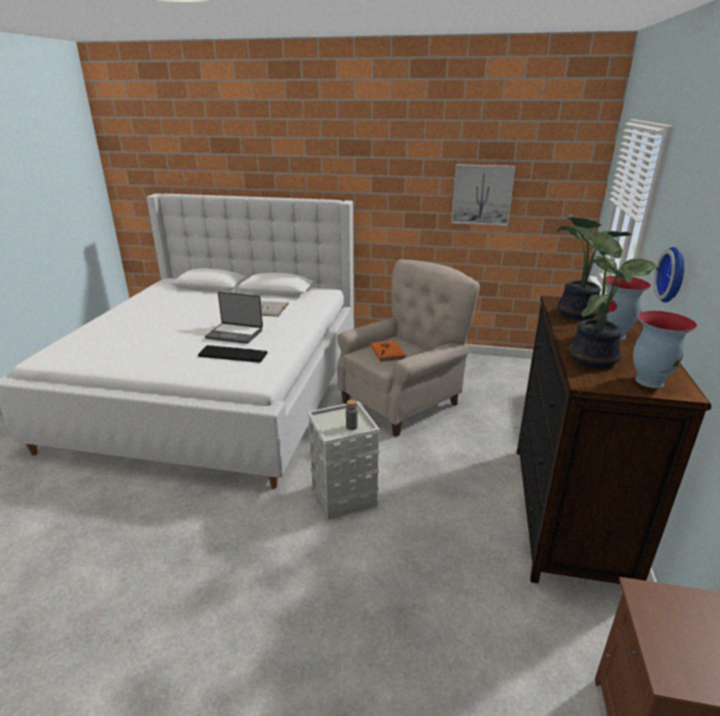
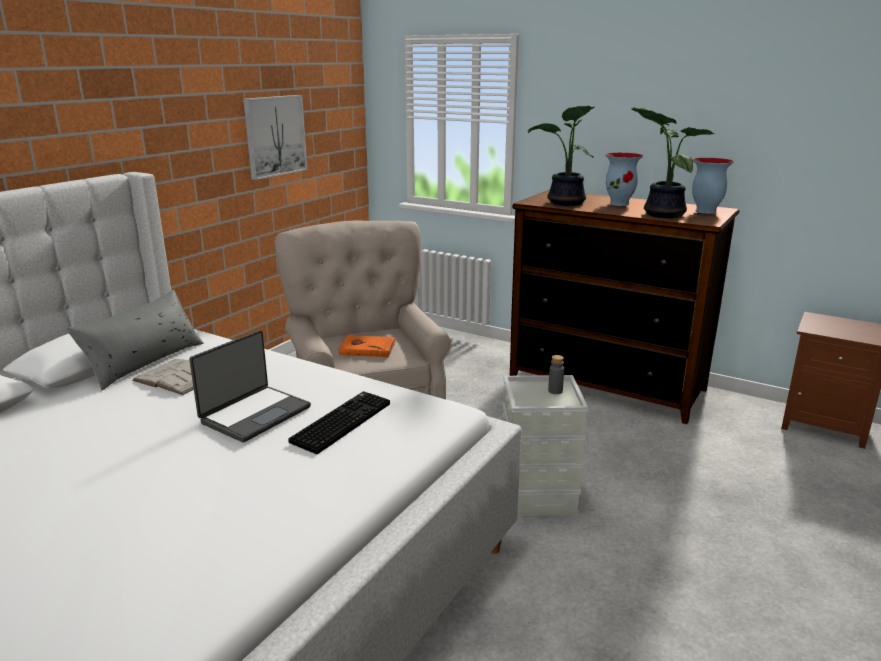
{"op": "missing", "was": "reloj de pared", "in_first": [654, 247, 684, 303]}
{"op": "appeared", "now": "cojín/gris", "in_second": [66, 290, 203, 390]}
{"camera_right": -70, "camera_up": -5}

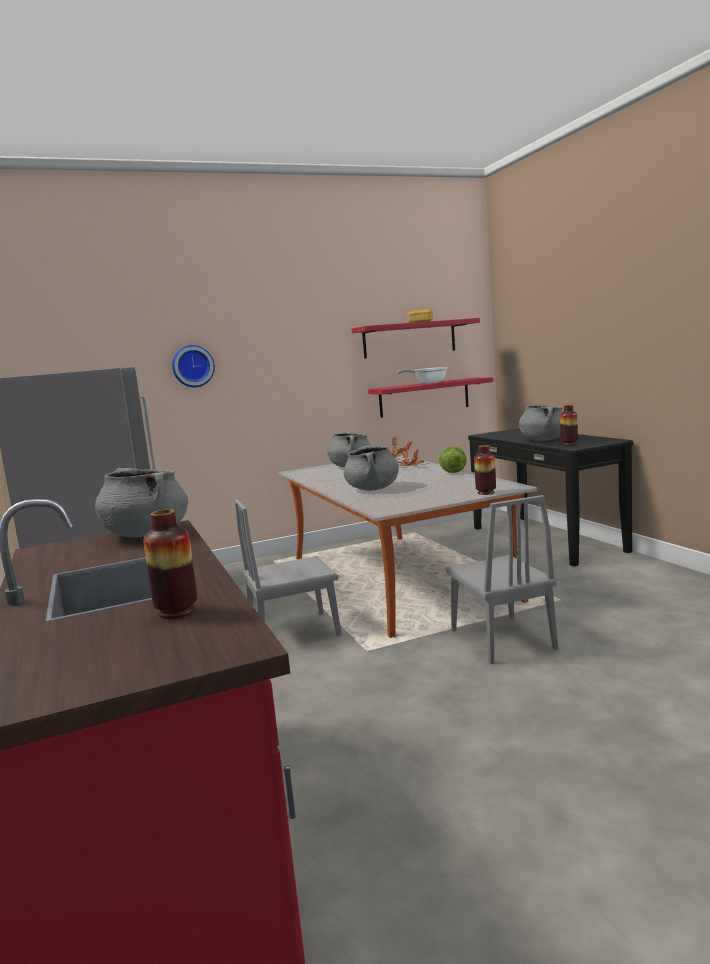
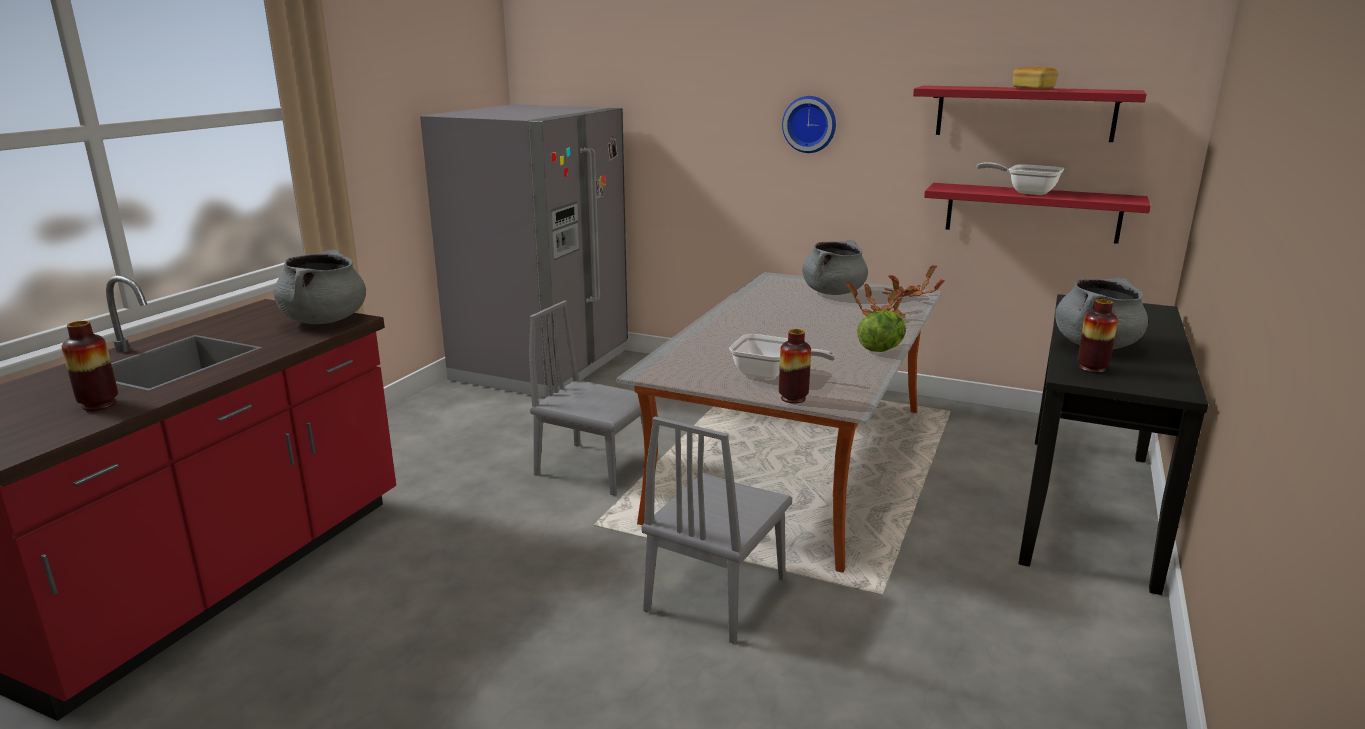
{"op": "missing", "was": "olla/gris", "in_first": [344, 445, 399, 491]}
{"op": "appeared", "now": "sartén", "in_second": [729, 334, 836, 379]}
{"op": "relocated", "was": "reloj de pared", "in_first": [172, 345, 215, 387], "in_second": [782, 96, 836, 153]}
{"camera_right": 45, "camera_up": 10}

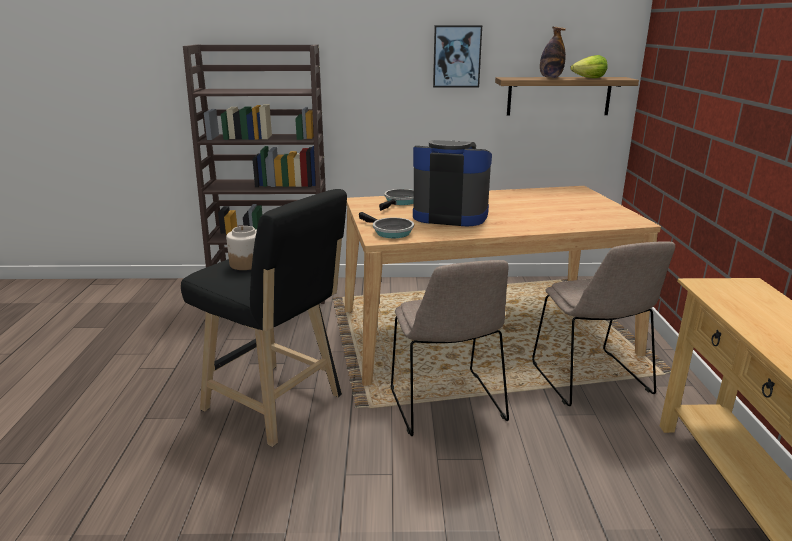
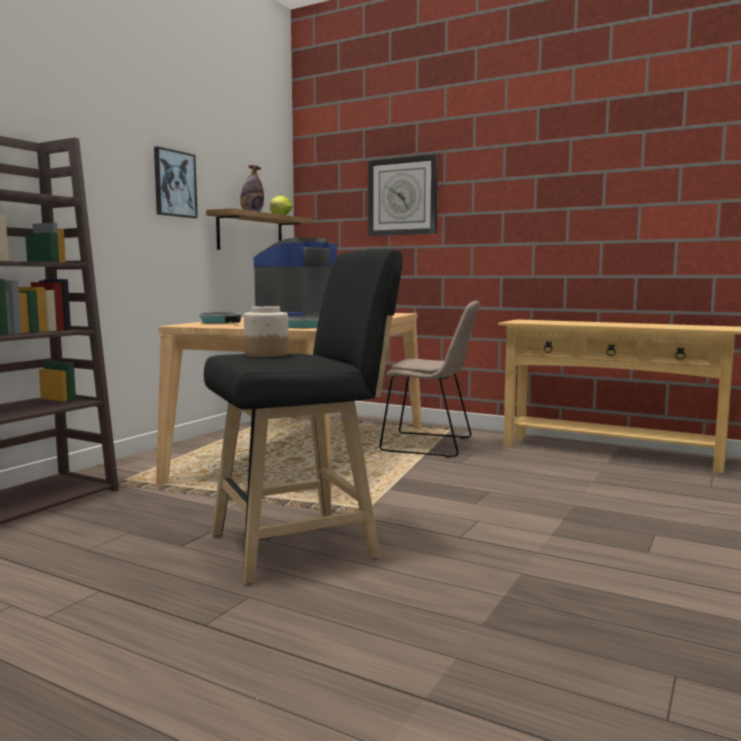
{"op": "missing", "was": "silla/beis", "in_first": [391, 260, 509, 436]}
{"op": "appeared", "now": "reloj de pared", "in_second": [368, 154, 438, 236]}
{"camera_right": -60, "camera_up": -15}

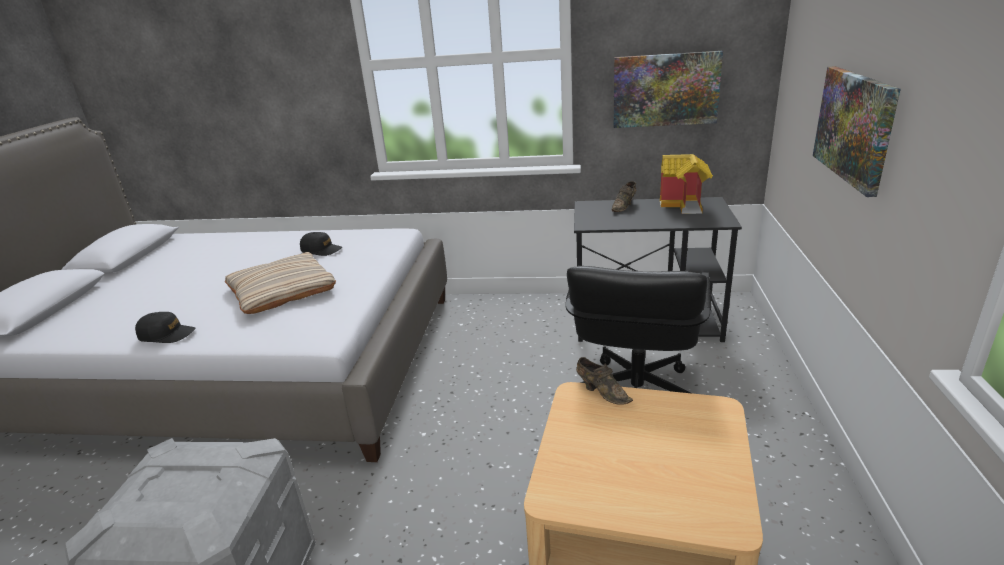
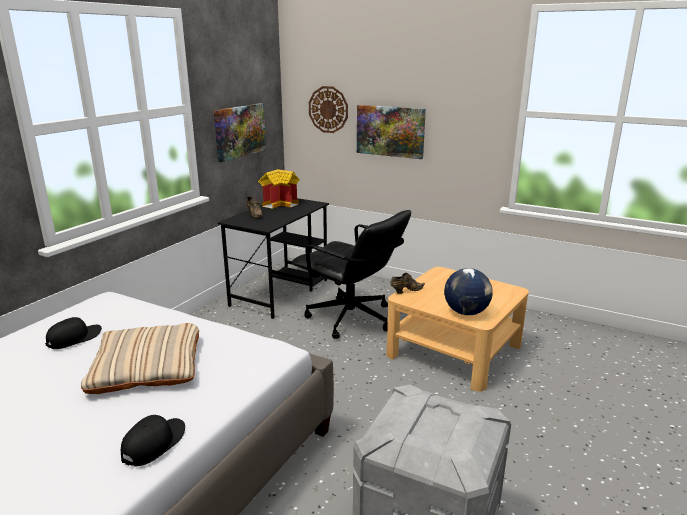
{"op": "appeared", "now": "reloj de pared", "in_second": [309, 86, 348, 133]}
{"op": "appeared", "now": "globo terráqueo", "in_second": [444, 268, 492, 315]}
{"camera_right": -70, "camera_up": -5}

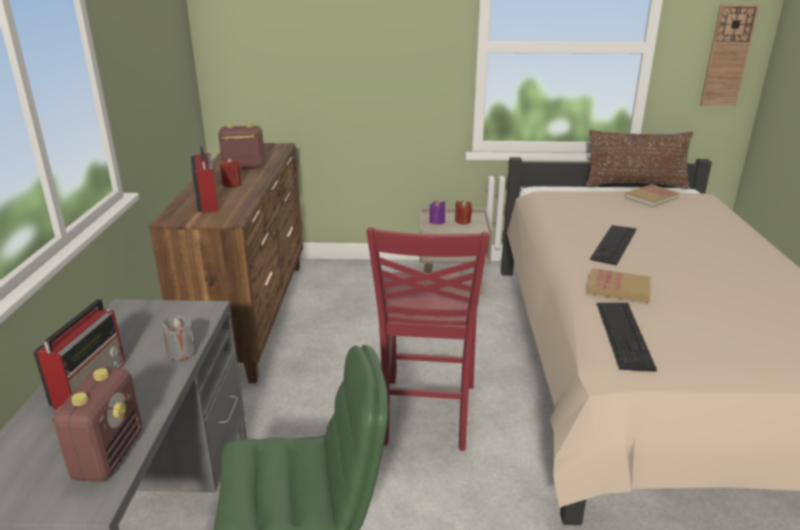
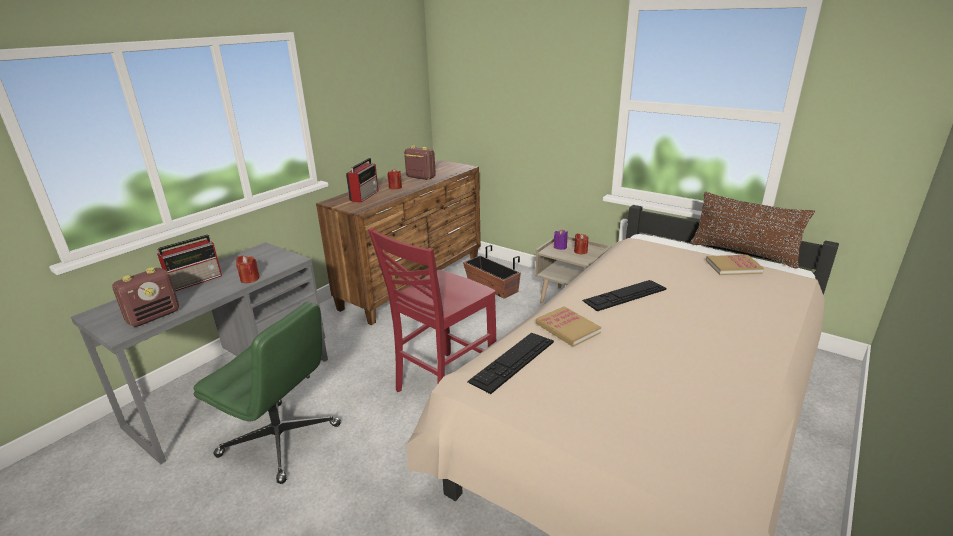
{"op": "missing", "was": "reloj de pared", "in_first": [700, 4, 759, 106]}
{"op": "appeared", "now": "maceta", "in_second": [463, 245, 521, 299]}
{"op": "colour", "was": "vela/gris", "now": "vela/rojo", "in_first": [162, 315, 197, 361], "in_second": [236, 255, 260, 283]}
{"camera_right": 35, "camera_up": 0}

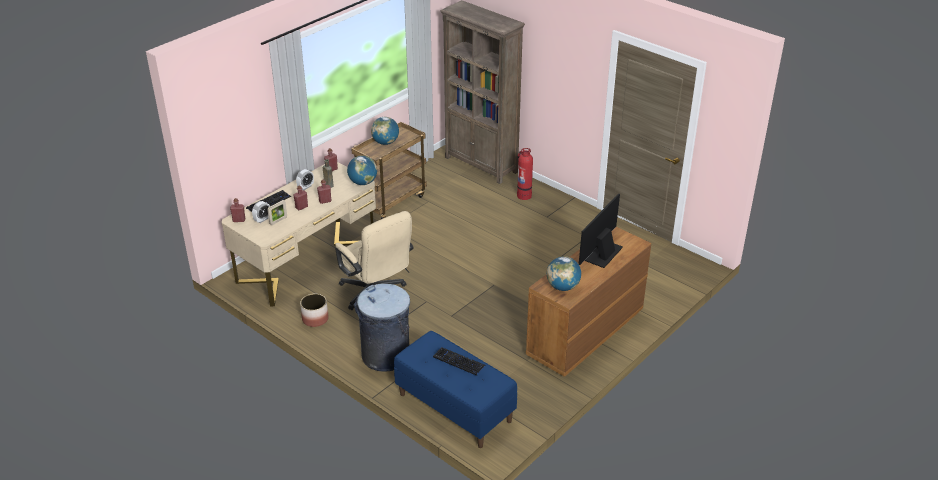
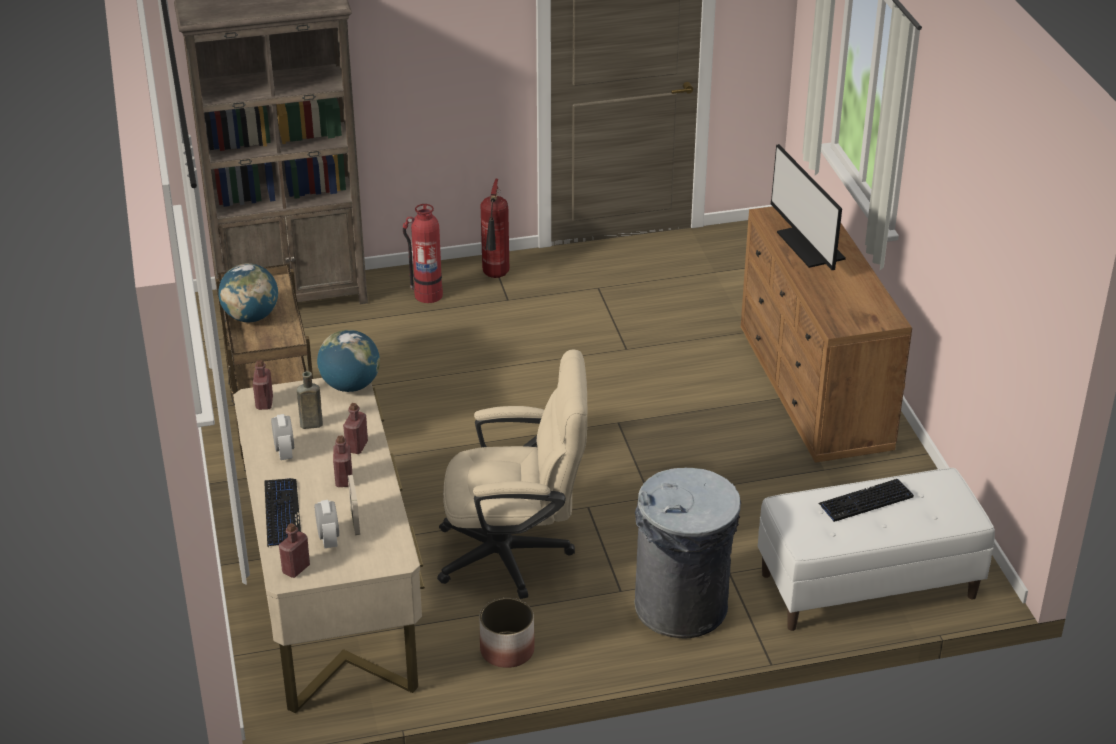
{"op": "missing", "was": "globo terráqueo", "in_first": [547, 256, 581, 291]}
{"op": "appeared", "now": "extintor", "in_second": [481, 179, 509, 278]}
{"op": "colour", "was": "banco/azul", "now": "banco/blanco", "in_first": [394, 331, 518, 448], "in_second": [758, 468, 995, 631]}
{"camera_right": -55, "camera_up": 0}

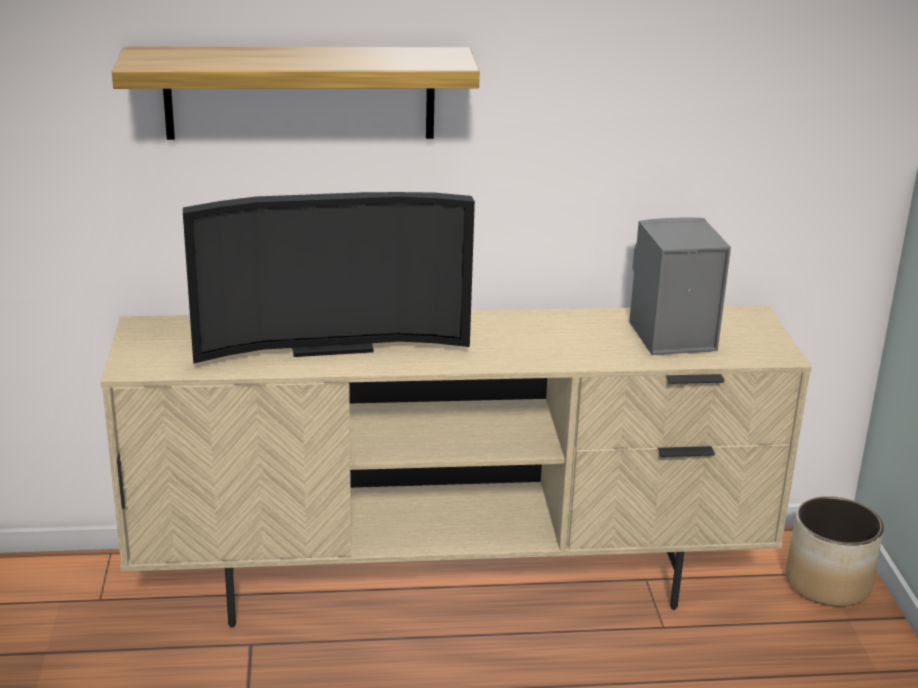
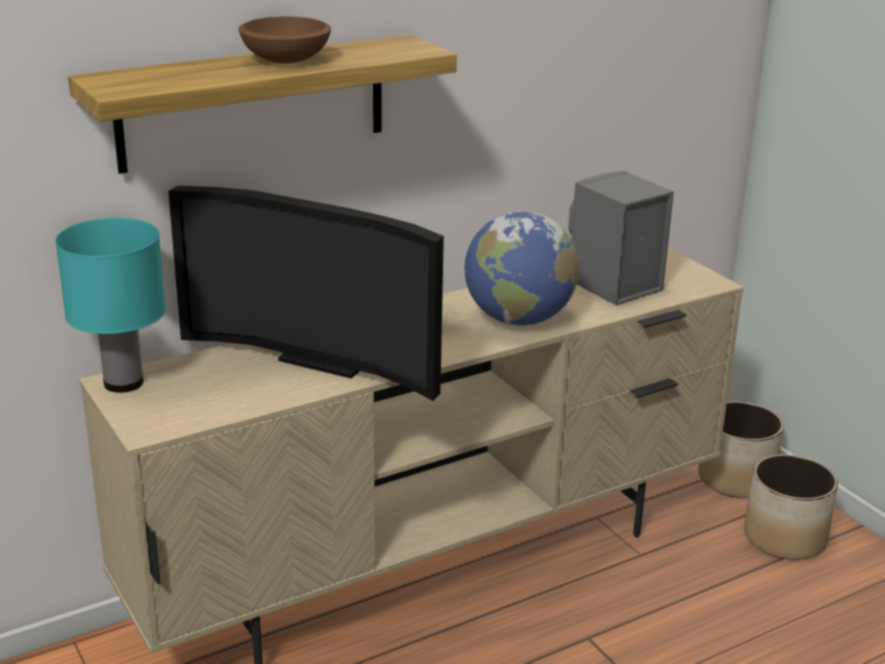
{"op": "appeared", "now": "lámpara de mesa/turquesa", "in_second": [55, 218, 166, 393]}
{"op": "appeared", "now": "cuenco/marrón", "in_second": [238, 17, 331, 64]}
{"op": "appeared", "now": "globo terráqueo", "in_second": [465, 211, 579, 326]}
{"op": "appeared", "now": "maceta", "in_second": [744, 454, 838, 560]}
{"op": "spun", "was": "televisor", "in_first": [183, 192, 475, 364], "in_second": [168, 186, 444, 401], "clockwise": 60}
{"camera_right": -25, "camera_up": 0}

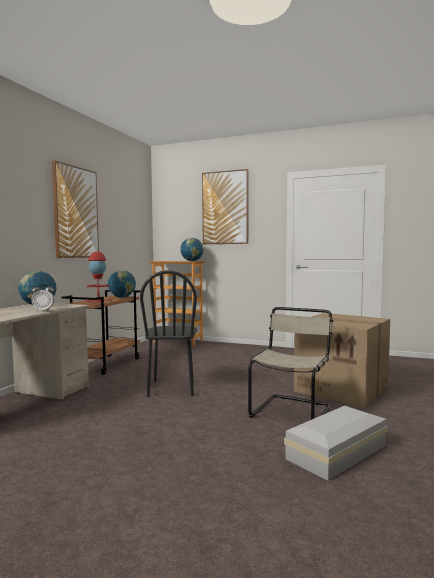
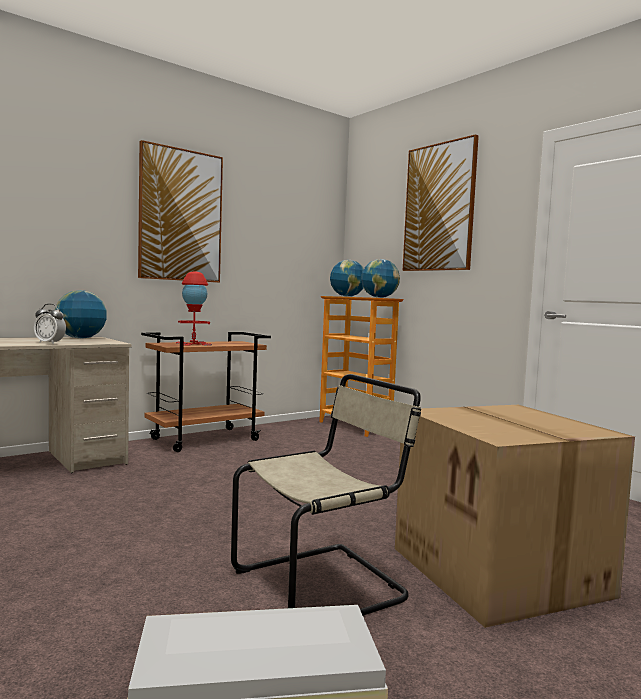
{"op": "missing", "was": "silla/negro", "in_first": [140, 270, 197, 397]}
{"op": "relocated", "was": "globo terráqueo", "in_first": [108, 270, 136, 298], "in_second": [330, 260, 364, 297]}
{"camera_right": 30, "camera_up": 0}

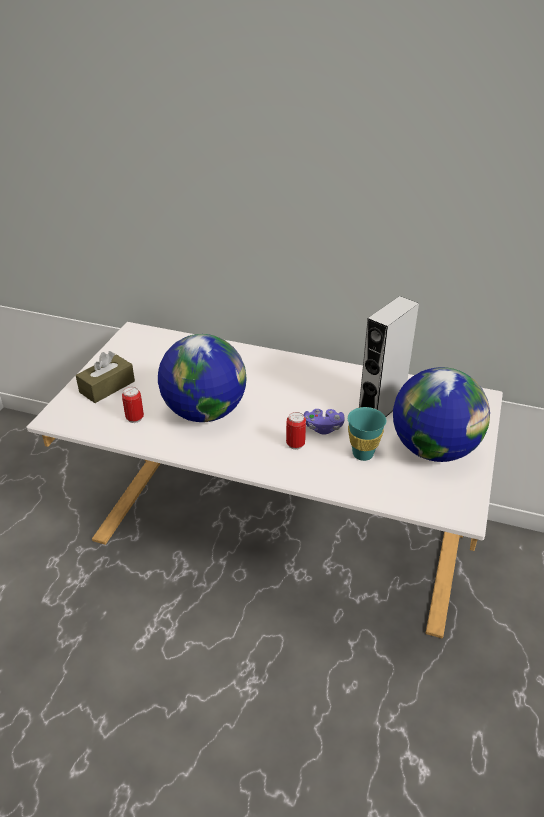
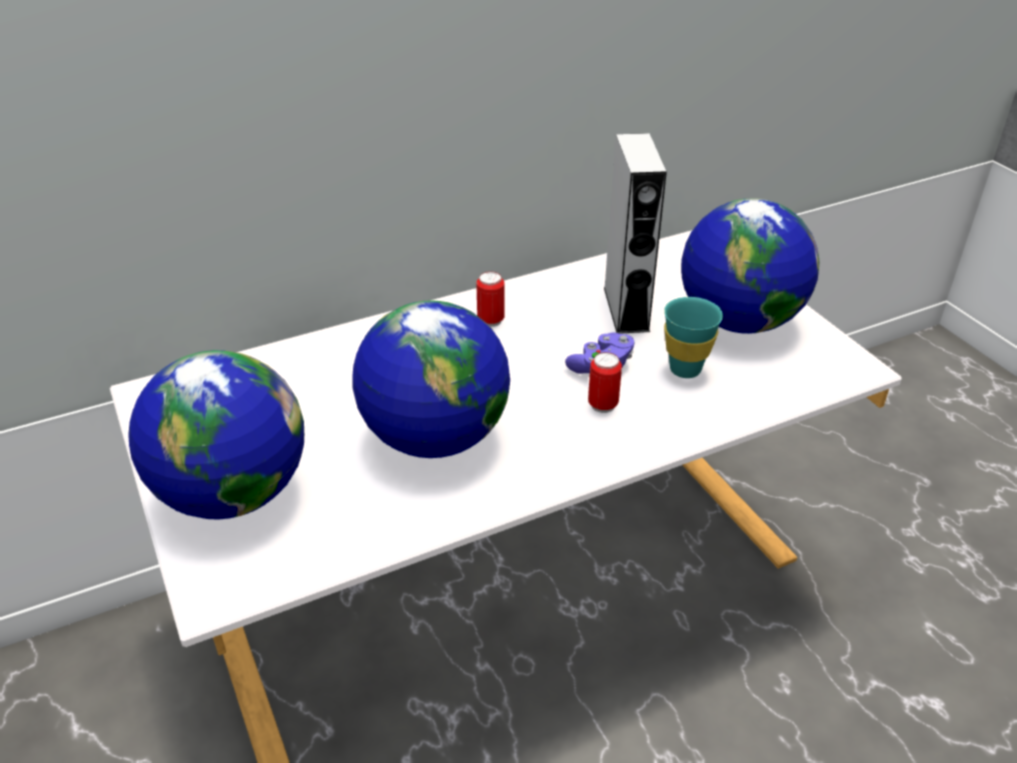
{"op": "relocated", "was": "lata", "in_first": [122, 387, 144, 423], "in_second": [476, 271, 504, 327]}
{"op": "exchanged", "was": "caja de pañuelos/marrón", "now": "globo terráqueo", "in_first": [76, 351, 135, 403], "in_second": [128, 350, 304, 520]}
{"camera_right": -45, "camera_up": 0}

